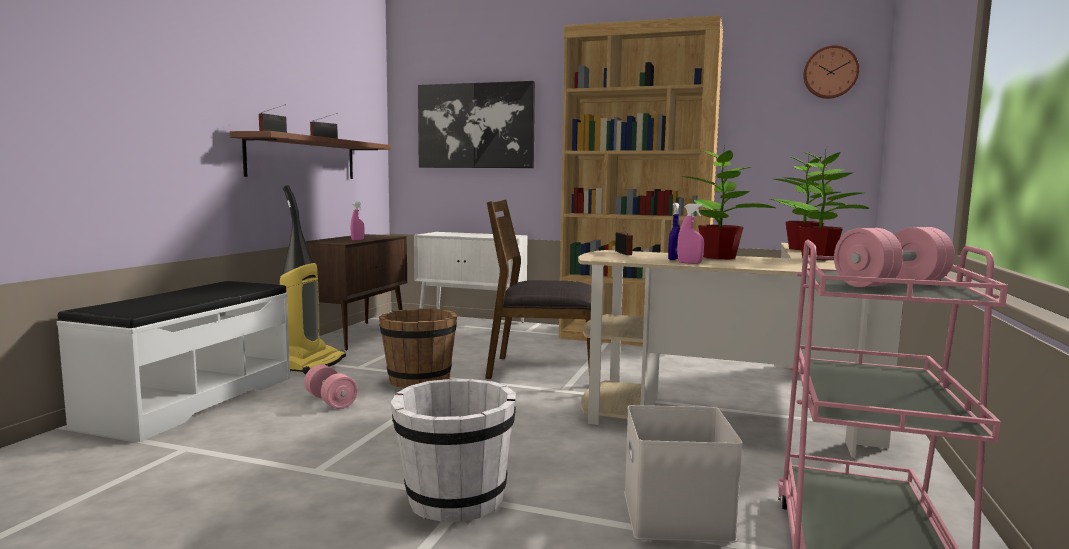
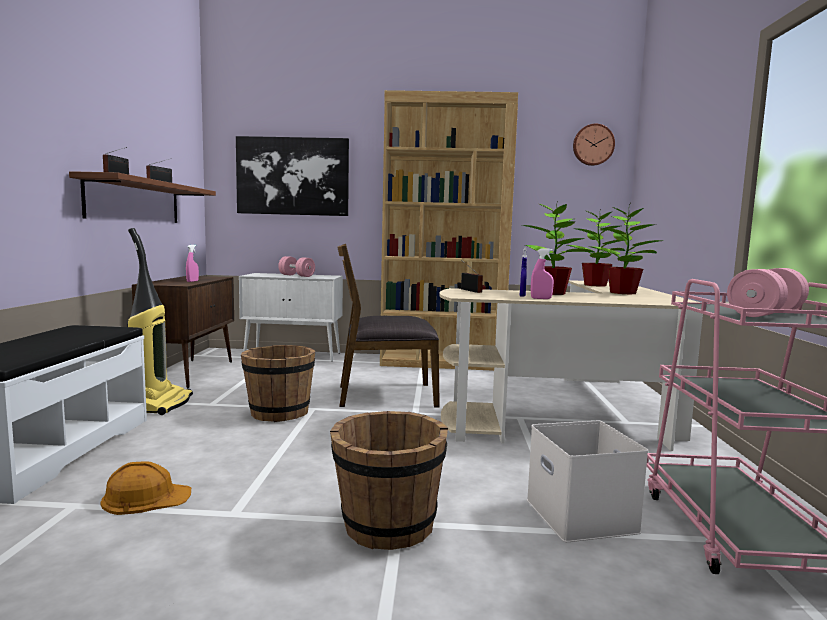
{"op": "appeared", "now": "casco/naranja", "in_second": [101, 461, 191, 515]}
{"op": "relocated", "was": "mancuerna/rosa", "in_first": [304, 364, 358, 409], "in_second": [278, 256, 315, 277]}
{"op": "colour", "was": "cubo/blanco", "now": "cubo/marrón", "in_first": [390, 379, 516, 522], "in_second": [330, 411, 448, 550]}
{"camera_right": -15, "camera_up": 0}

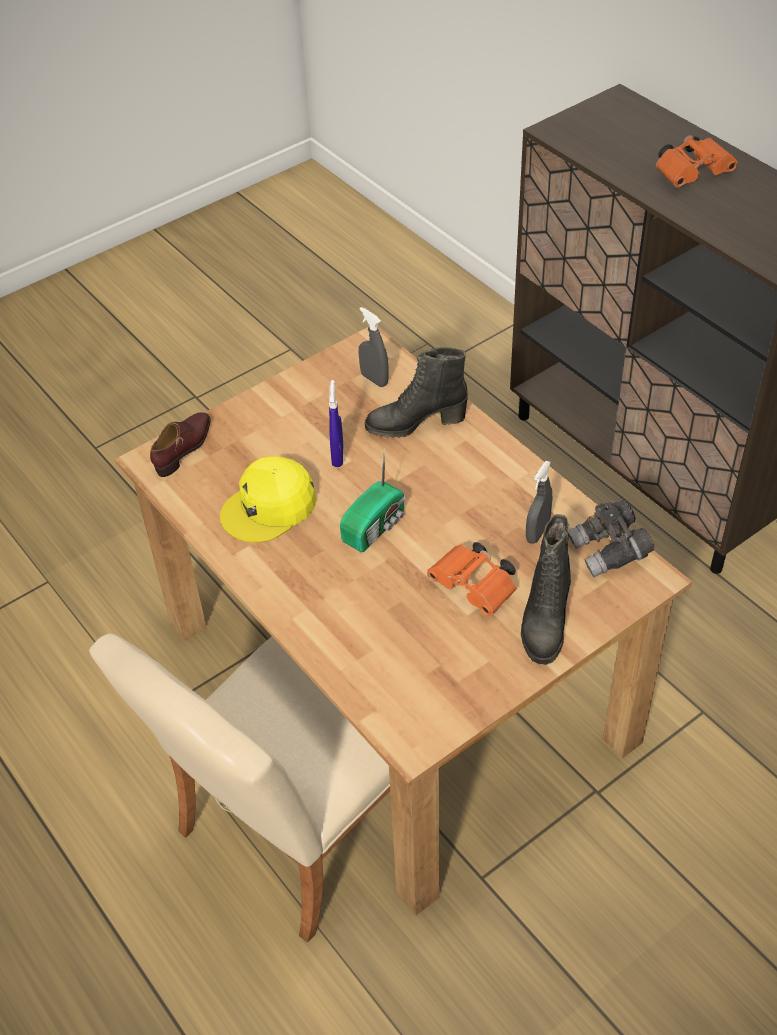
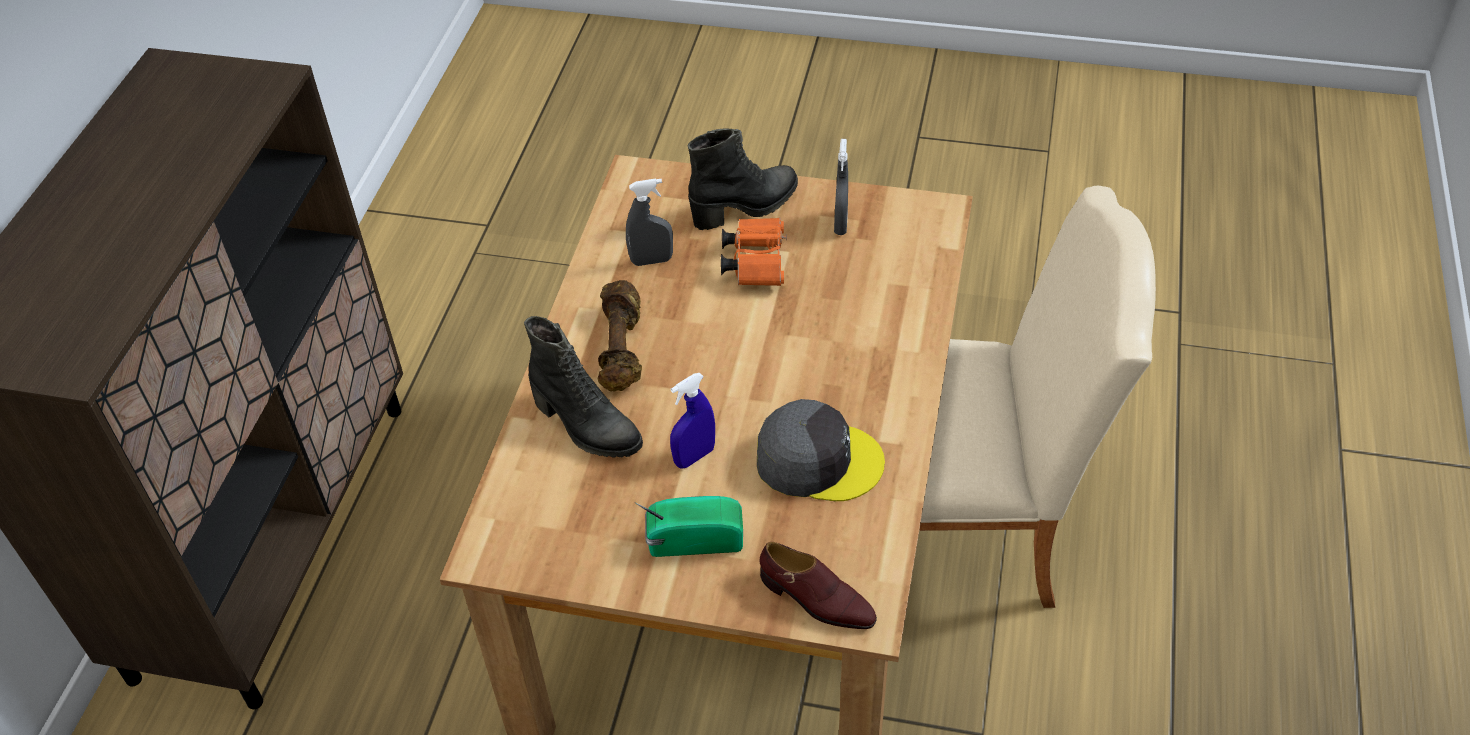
{"op": "missing", "was": "prismáticos/gris", "in_first": [567, 500, 654, 577]}
{"op": "missing", "was": "prismáticos/naranja", "in_first": [656, 135, 737, 187]}
{"op": "appeared", "now": "mancuerna/marrón", "in_second": [597, 280, 642, 391]}
{"op": "relocated", "was": "radio", "in_first": [340, 447, 405, 552], "in_second": [635, 496, 743, 557]}
{"op": "relocated", "was": "pulverizador/gris", "in_first": [359, 307, 389, 387], "in_second": [834, 139, 848, 235]}
{"op": "colour", "was": "gorra/amarillo", "now": "gorra/gris", "in_first": [220, 456, 317, 543], "in_second": [757, 399, 885, 501]}
{"op": "spun", "was": "zapato/marrón", "in_first": [150, 413, 211, 477], "in_second": [760, 542, 877, 629], "clockwise": -135}
{"camera_right": -130, "camera_up": 0}

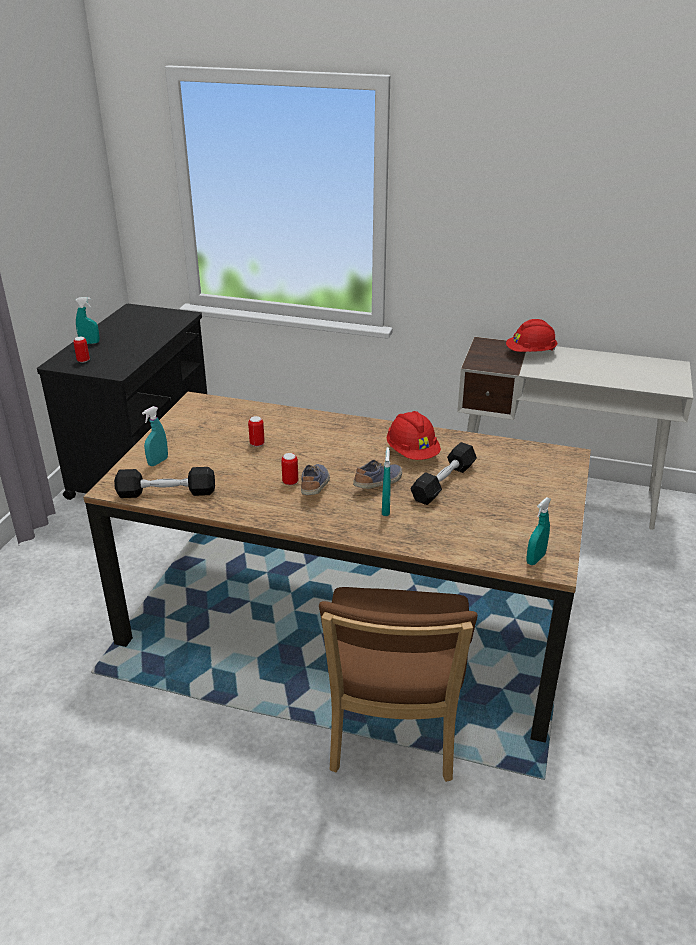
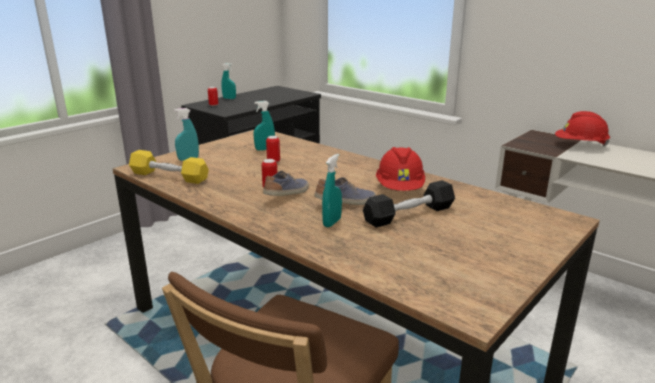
{"op": "relocated", "was": "pulverizador/turquesa", "in_first": [526, 497, 551, 565], "in_second": [254, 101, 275, 151]}
{"op": "colour", "was": "mancuerna/negro", "now": "mancuerna/amarillo", "in_first": [114, 467, 215, 498], "in_second": [129, 150, 209, 184]}
{"camera_right": 25, "camera_up": -10}

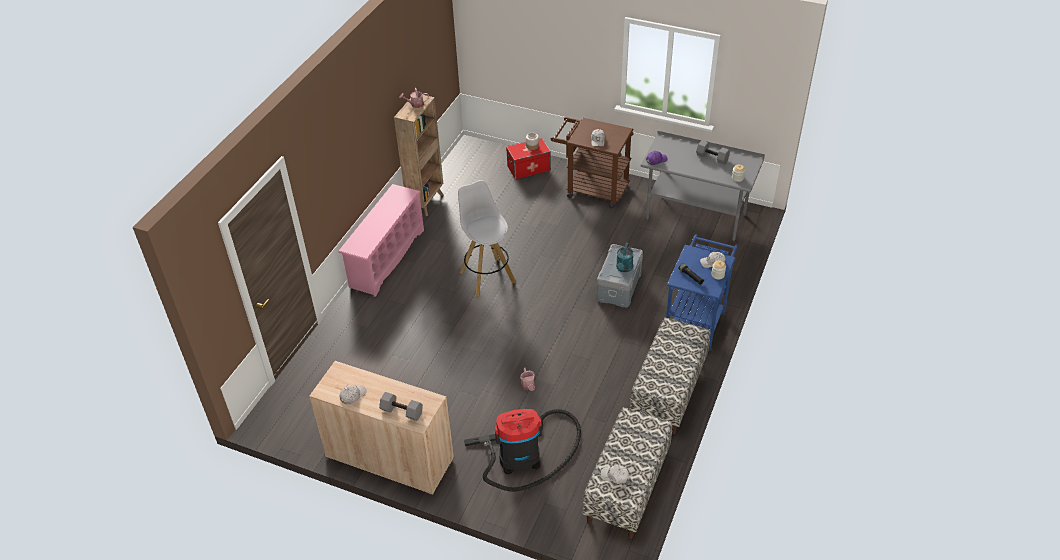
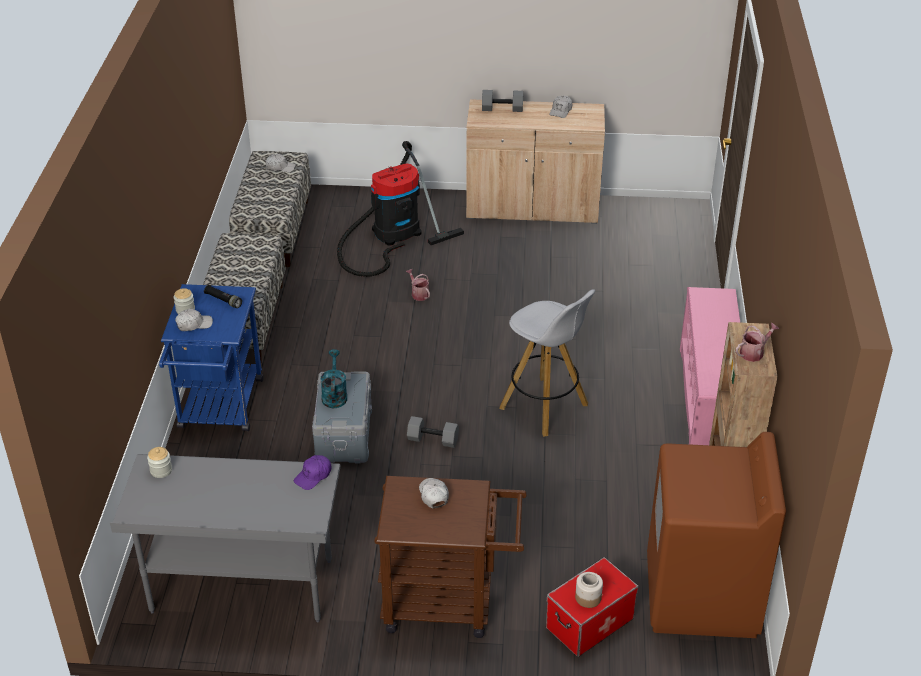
{"op": "appeared", "now": "lavadora/marrón", "in_second": [647, 432, 786, 638]}
{"op": "relocated", "was": "mancuerna/gris", "in_first": [696, 140, 730, 164], "in_second": [407, 416, 459, 448]}
{"camera_right": 160, "camera_up": -5}

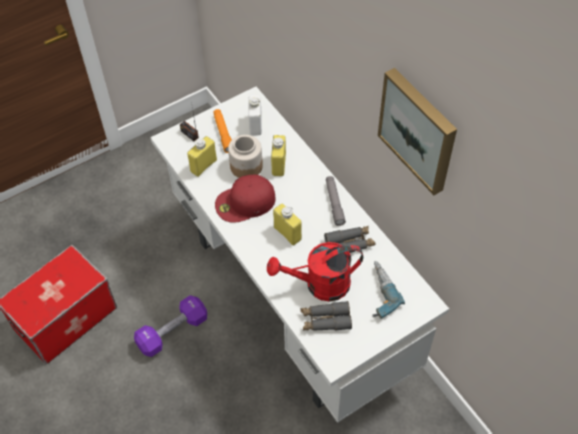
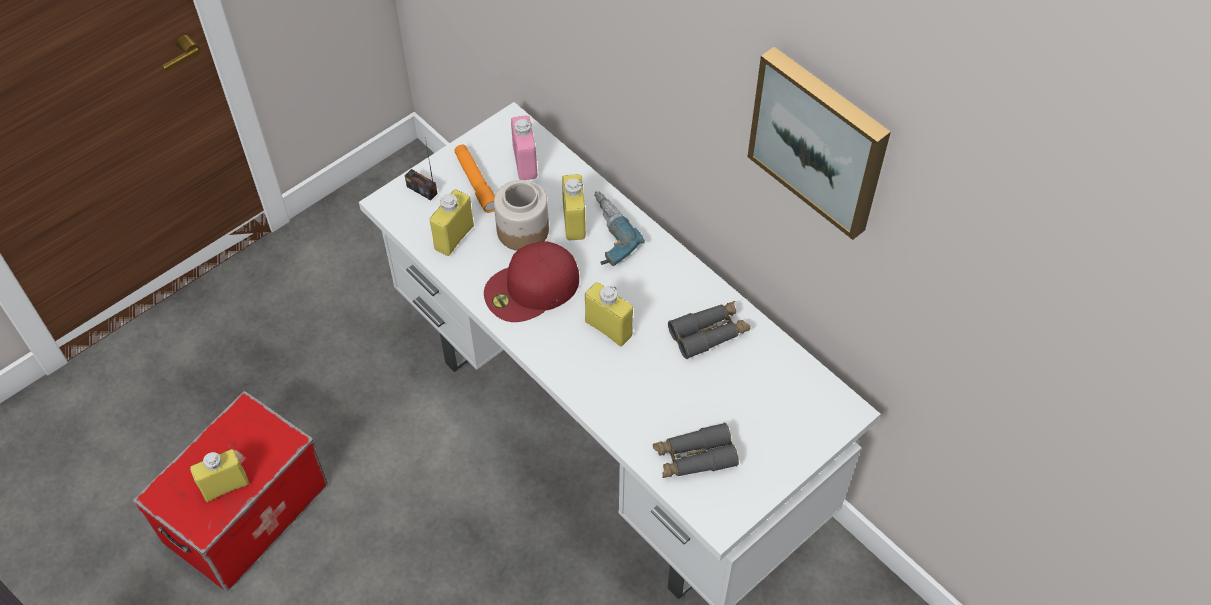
{"op": "missing", "was": "mancuerna/morado", "in_first": [134, 295, 207, 357]}
{"op": "missing", "was": "regadera/rojo", "in_first": [267, 242, 363, 302]}
{"op": "missing", "was": "linterna/gris", "in_first": [326, 176, 346, 226]}
{"op": "appeared", "now": "botella/amarillo", "in_second": [190, 449, 249, 502]}
{"op": "relocated", "was": "taladro", "in_first": [373, 261, 405, 319], "in_second": [595, 191, 645, 266]}
{"op": "colour", "was": "botella/blanco", "now": "botella/rosa", "in_first": [248, 95, 262, 135], "in_second": [511, 116, 537, 180]}
{"camera_right": -10, "camera_up": 0}

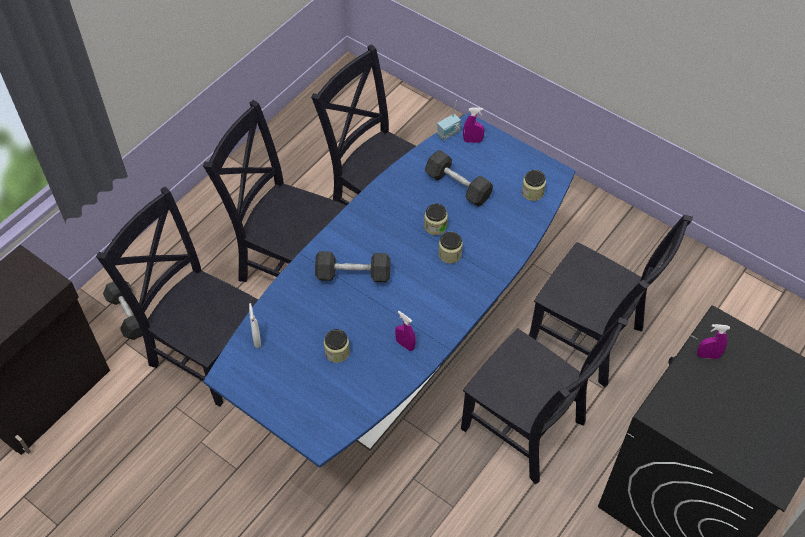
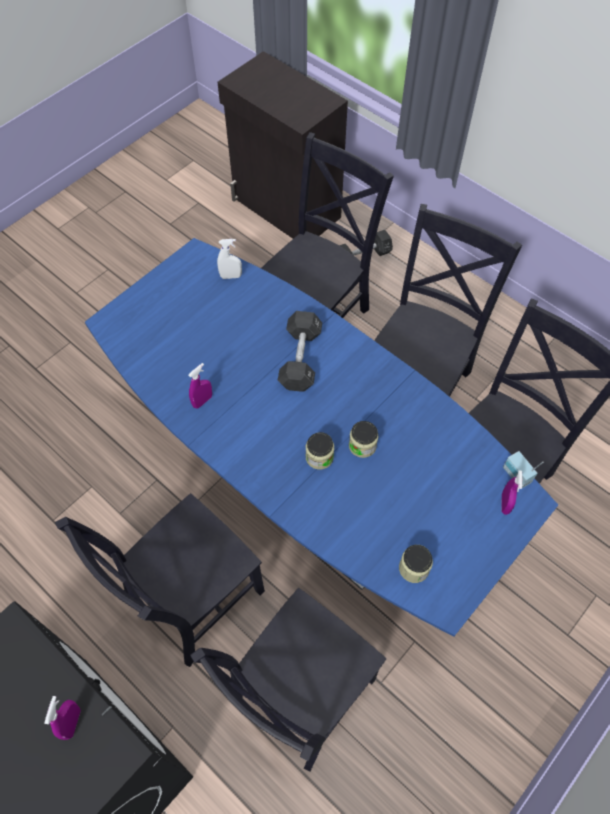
{"op": "missing", "was": "tarro", "in_first": [324, 329, 350, 363]}
{"op": "missing", "was": "mancuerna/negro", "in_first": [425, 150, 493, 207]}
{"camera_right": 95, "camera_up": 5}

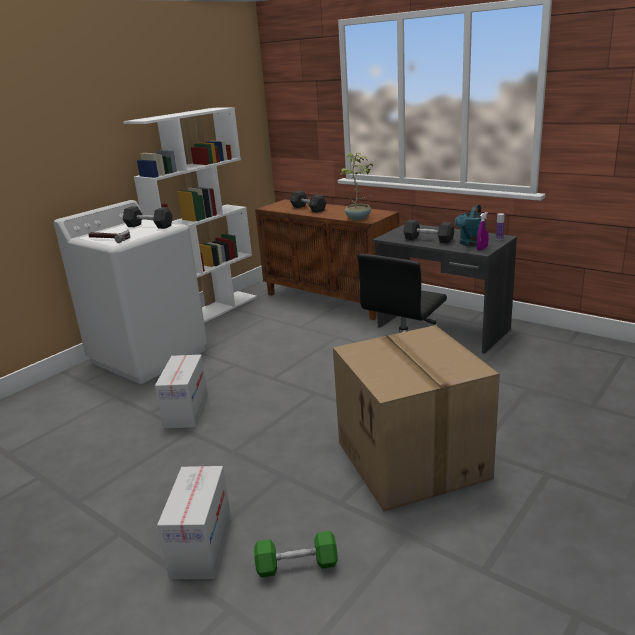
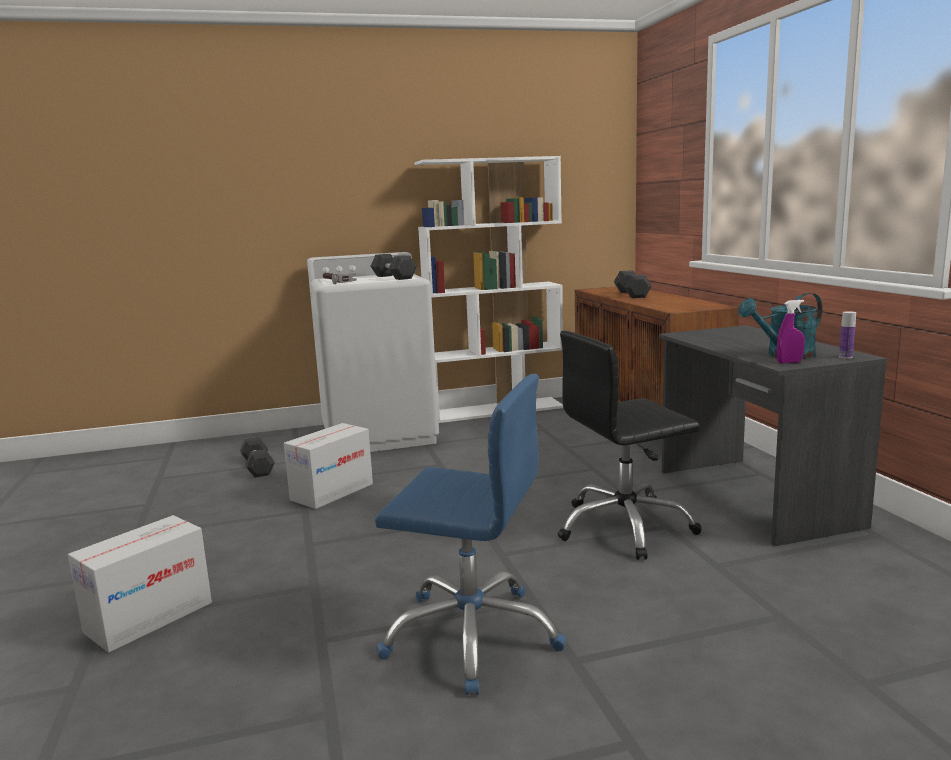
{"op": "missing", "was": "mancuerna/verde", "in_first": [254, 531, 338, 578]}
{"op": "missing", "was": "planta en maceta", "in_first": [340, 153, 373, 220]}
{"op": "relocated", "was": "mancuerna/gris", "in_first": [403, 219, 455, 243], "in_second": [240, 437, 275, 478]}
{"op": "exchanged", "was": "caja de cartón", "now": "silla de oficina/azul", "in_first": [333, 325, 500, 512], "in_second": [375, 374, 566, 695]}
{"camera_right": 35, "camera_up": -10}

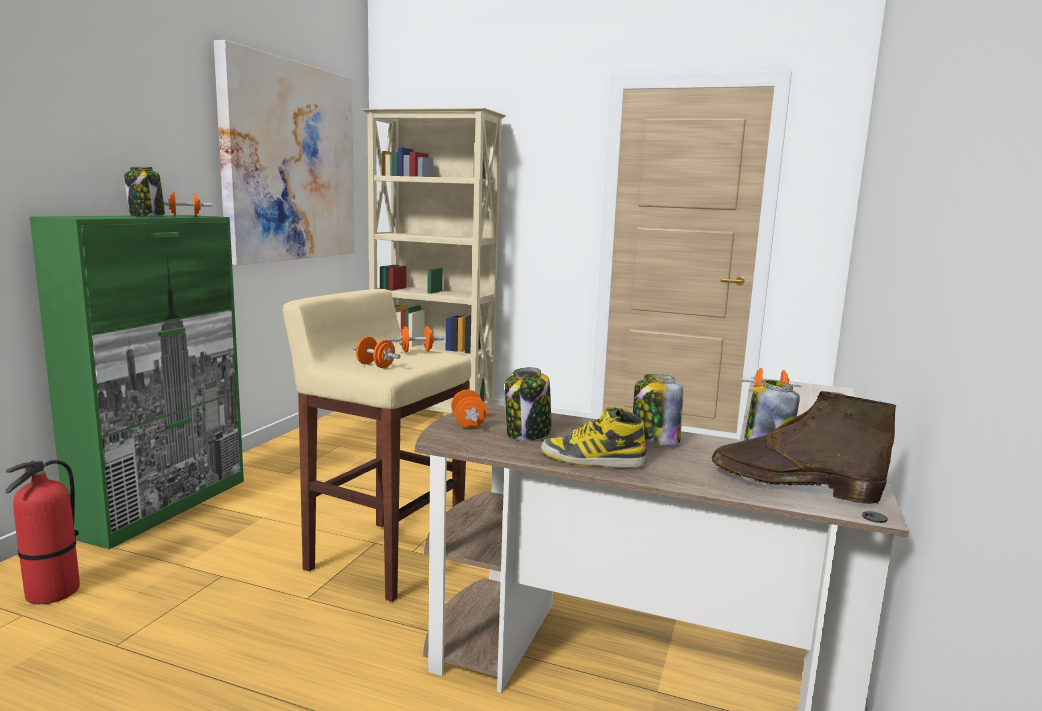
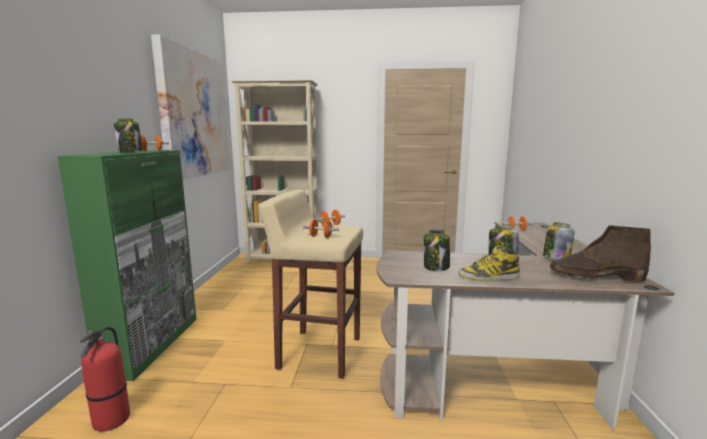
{"op": "missing", "was": "mancuerna/naranja", "in_first": [451, 390, 487, 428]}
{"camera_right": -15, "camera_up": 0}

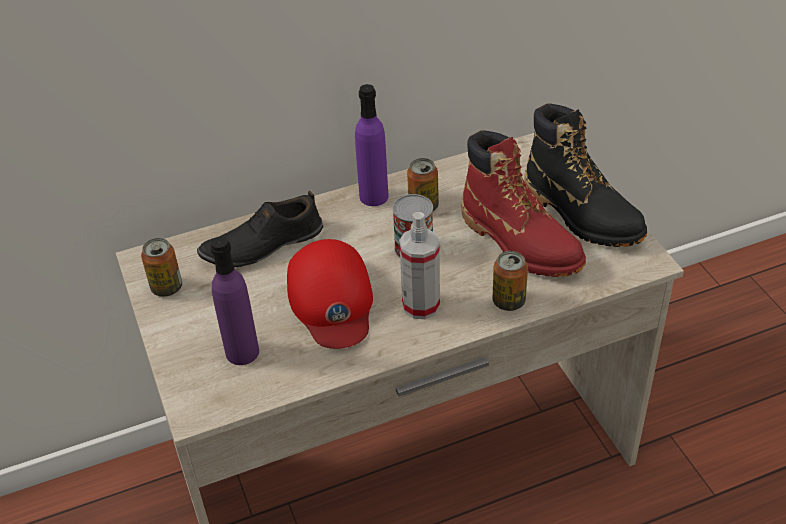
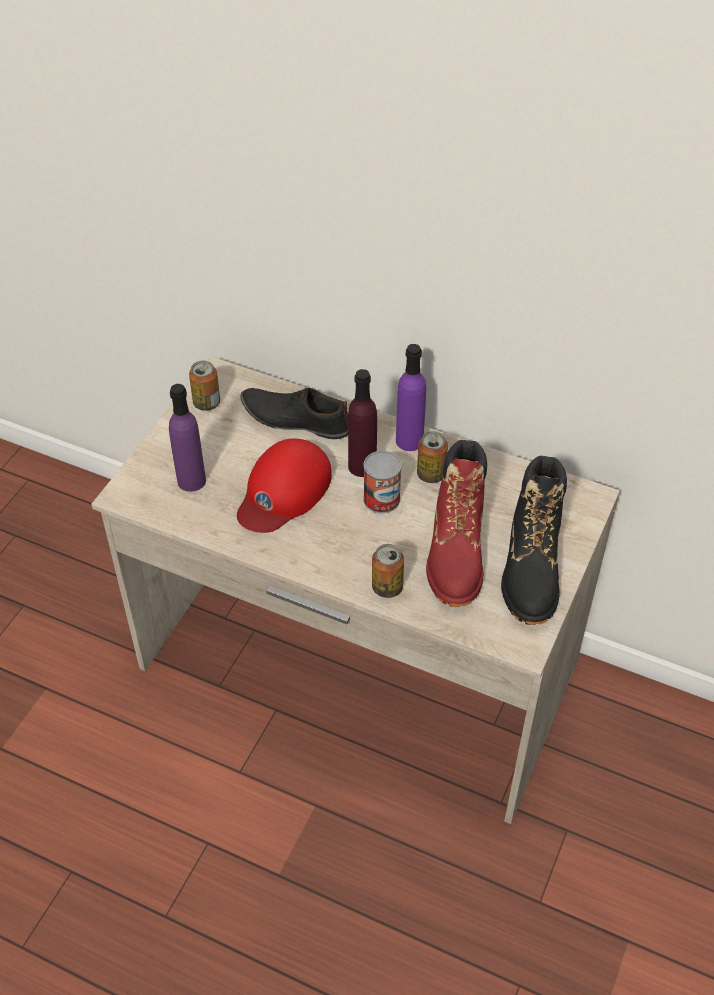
{"op": "missing", "was": "pulverizador", "in_first": [399, 212, 440, 319]}
{"op": "appeared", "now": "botella/morado", "in_second": [348, 369, 377, 477]}
{"camera_right": 45, "camera_up": 5}

